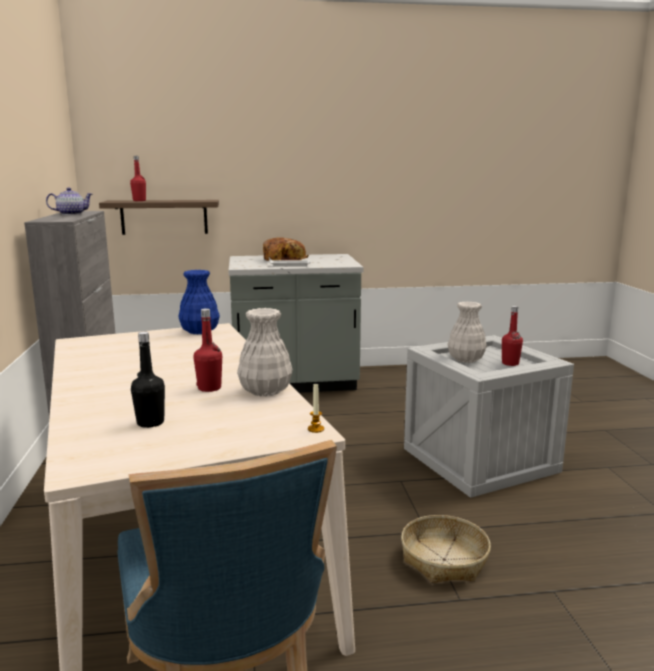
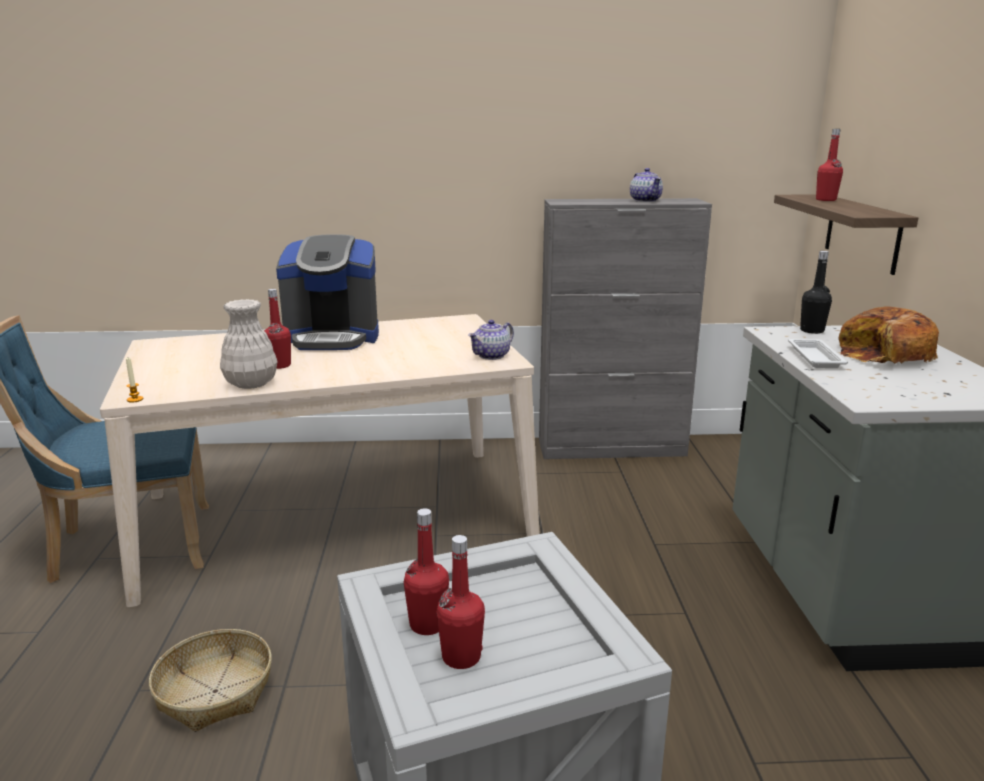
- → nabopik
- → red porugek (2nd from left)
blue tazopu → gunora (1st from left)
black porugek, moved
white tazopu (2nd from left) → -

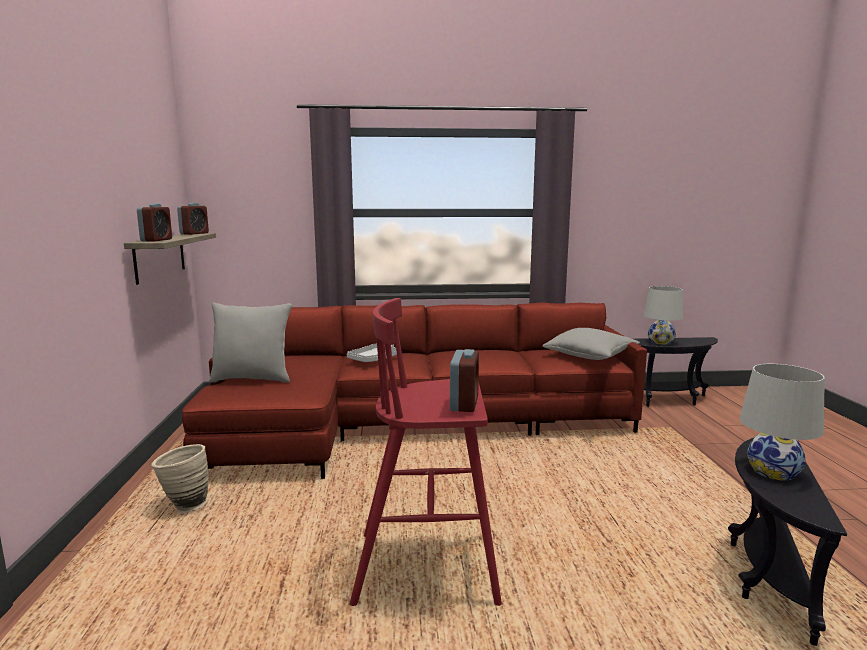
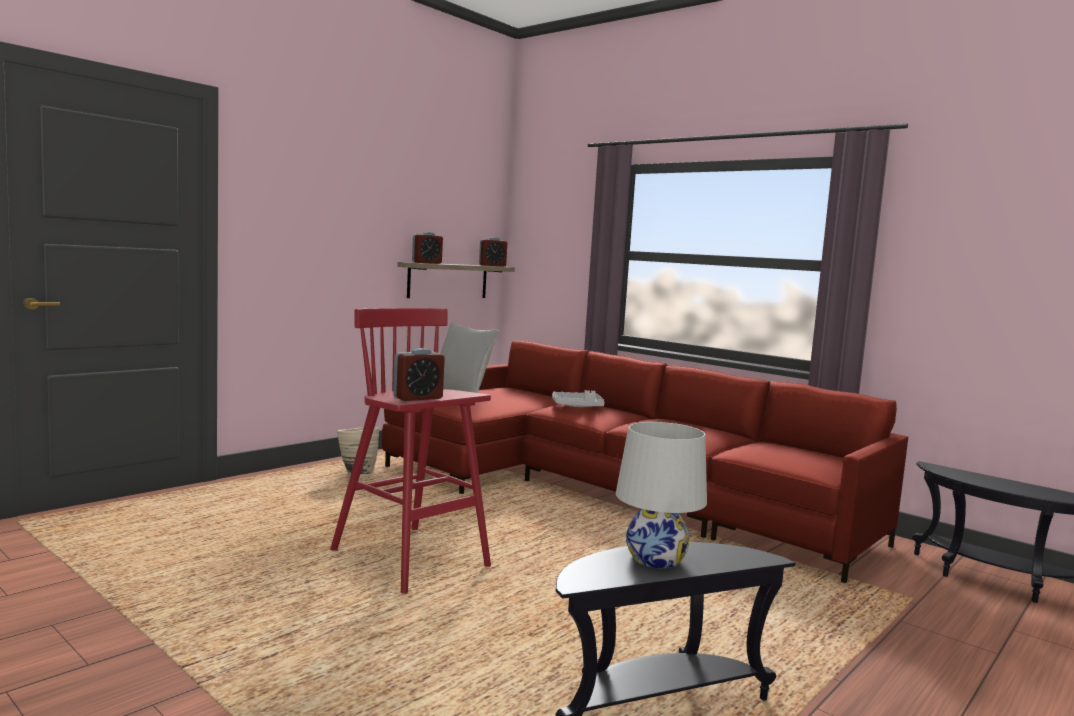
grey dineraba (2nd from left) → -
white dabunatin (1st from left) → -

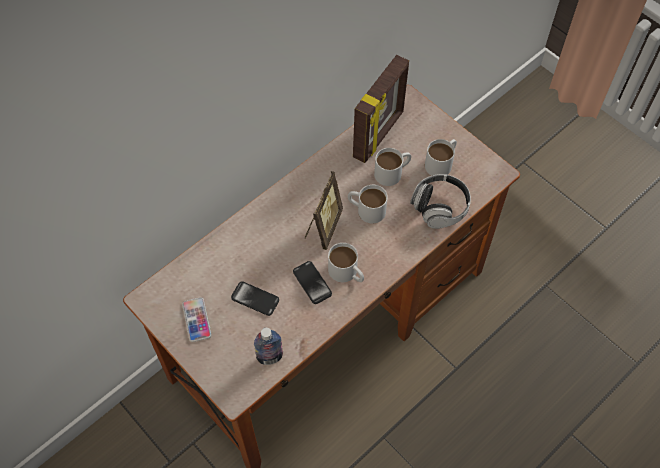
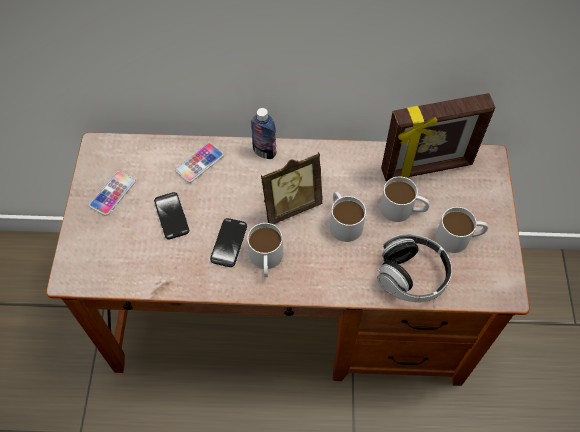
- → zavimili (3rd from left)
porugek, moved

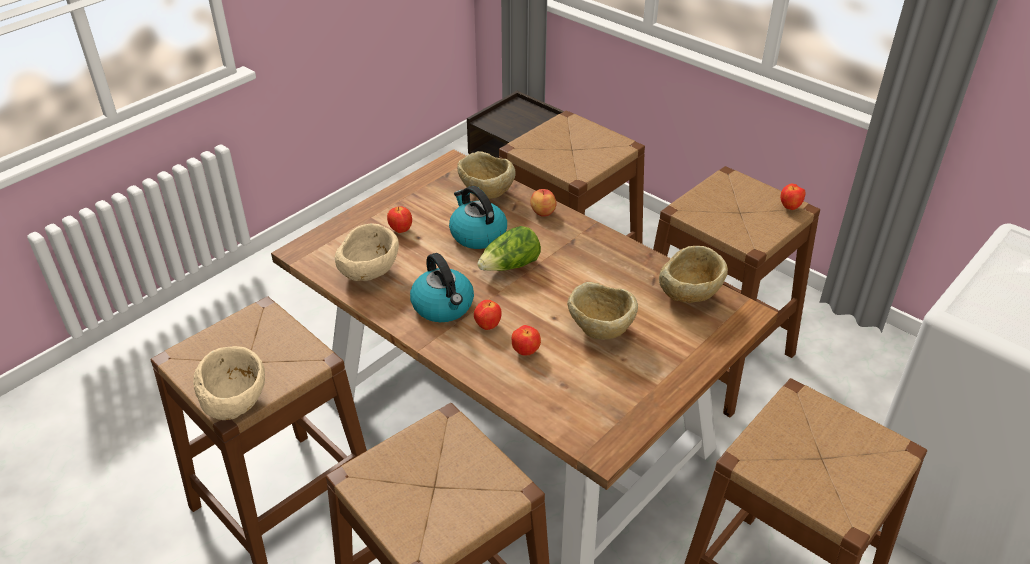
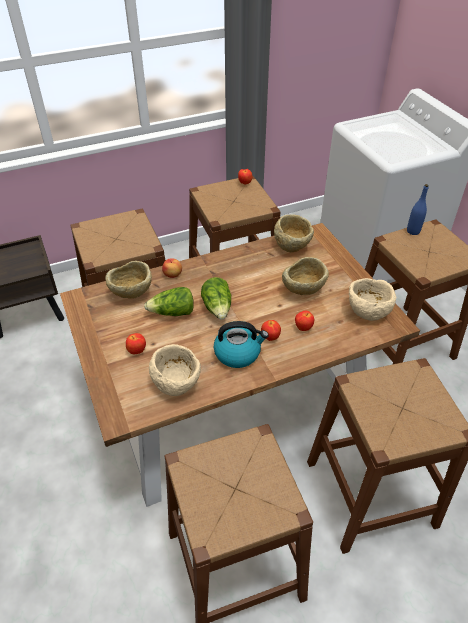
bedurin (2nd from left) → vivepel (1st from left)
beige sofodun (1st from left in the first image) → beige sofodun (5th from left), moved
- → blue porugek

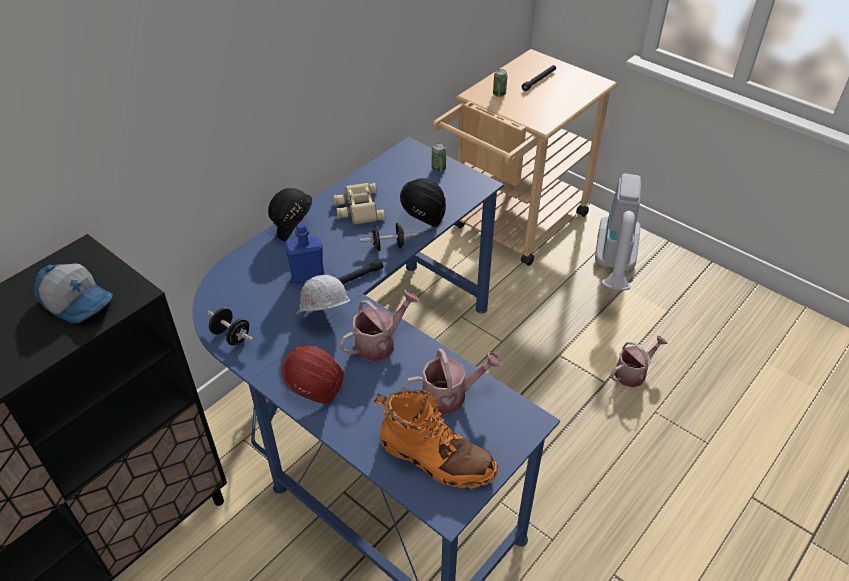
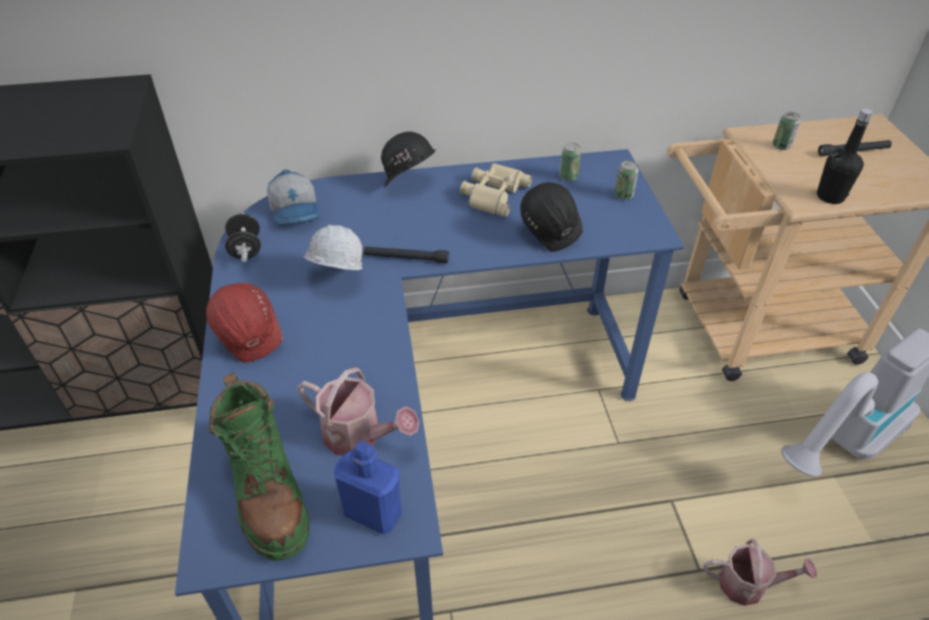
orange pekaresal → green pekaresal
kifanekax, moved
blue porugek, moved
- → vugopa (1st from left)
- → black porugek
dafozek (1st from left) → -
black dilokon (2nd from left) → -

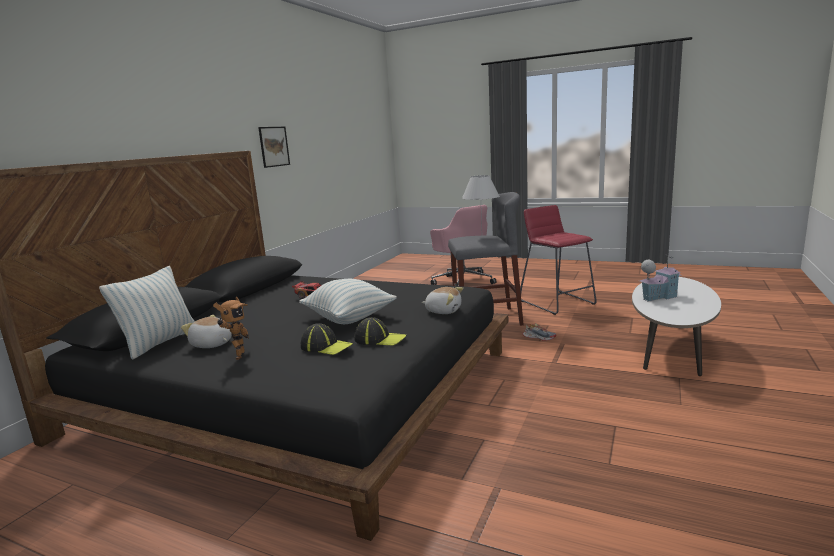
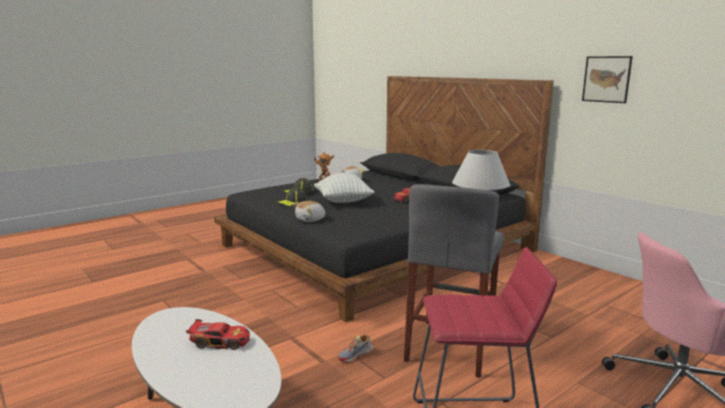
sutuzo → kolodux (1st from left)
dineraba (1st from left) → -

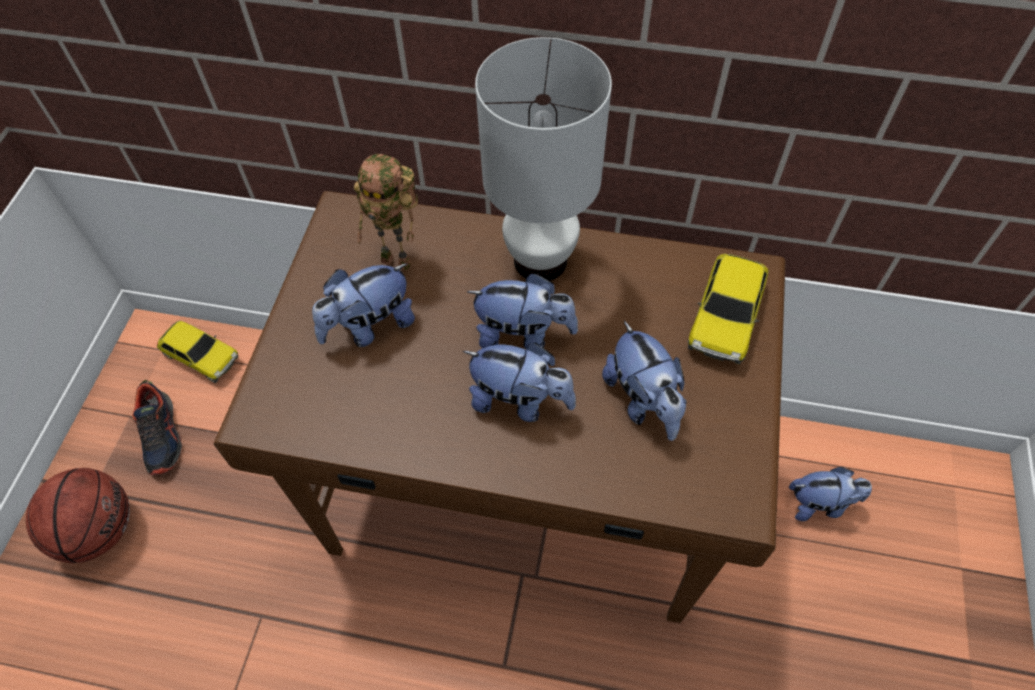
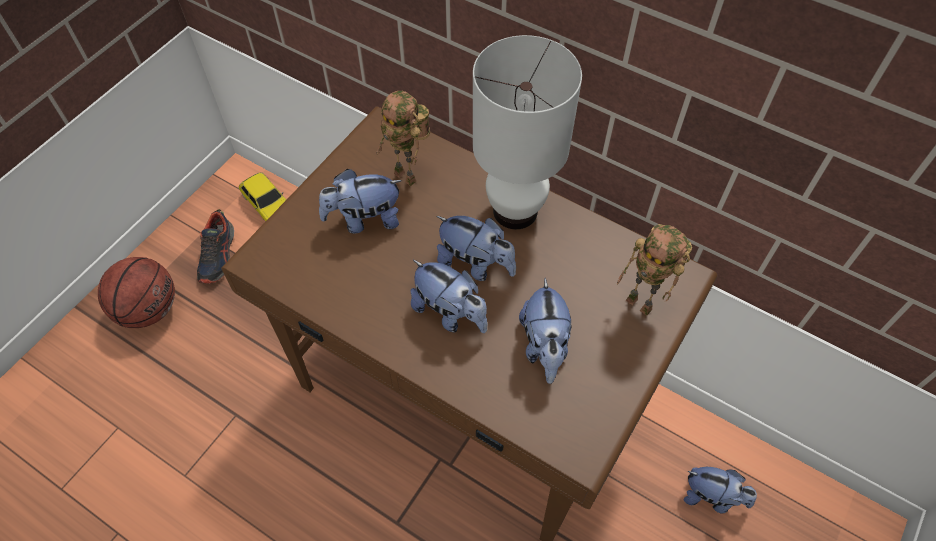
kolodux (2nd from left) → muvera (2nd from left)

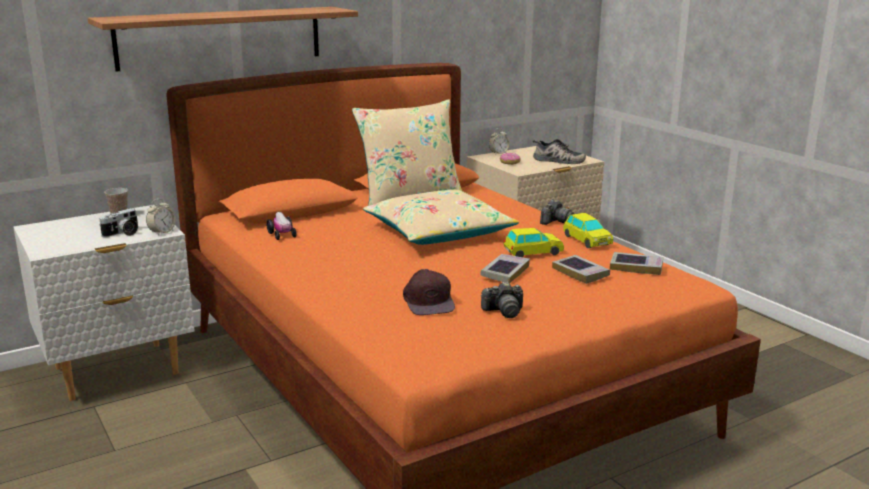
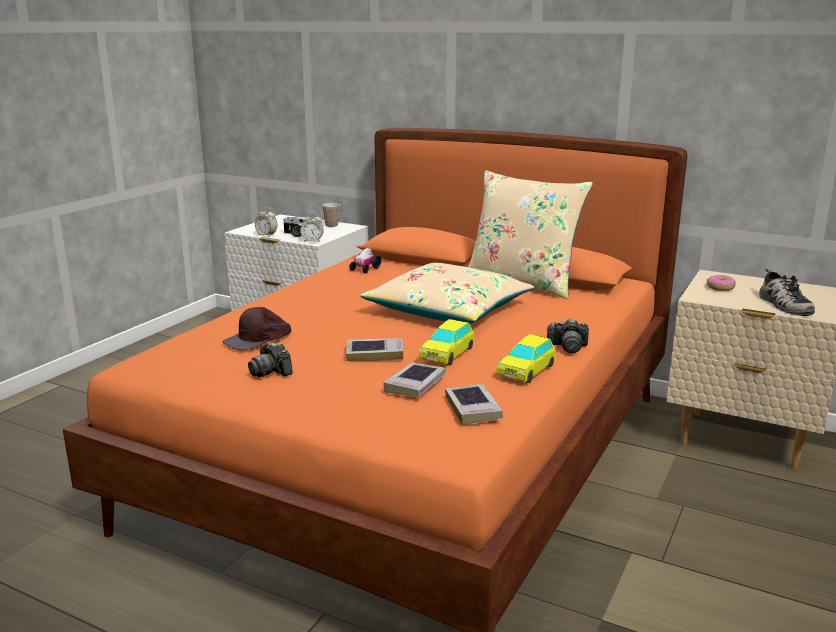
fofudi (2nd from left in the first image) → fofudi (1st from left), moved
kolodux (2nd from left), 75 degrees clockwise
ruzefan → -

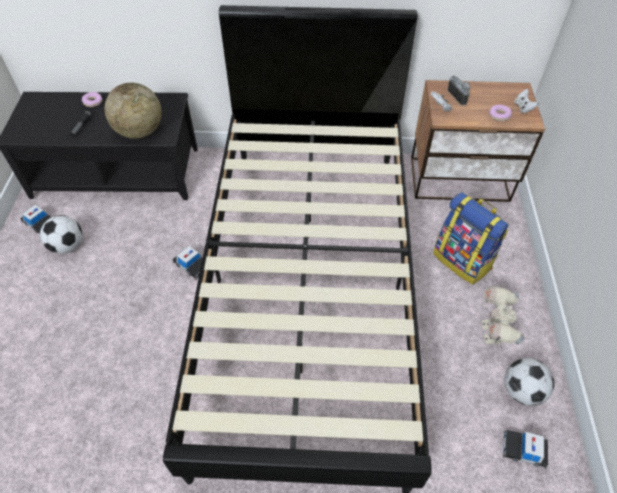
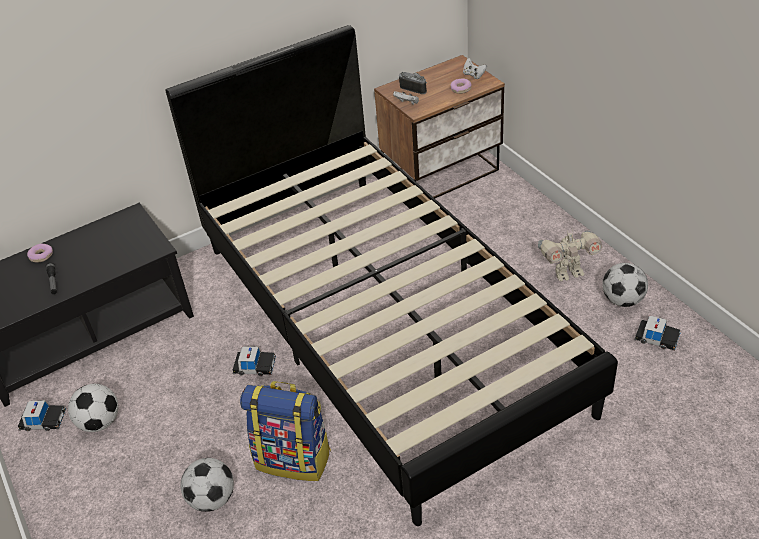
- → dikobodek (2nd from left)
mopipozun, moved
muvera, 75 degrees counterclockwise
kolodux (3rd from left), 135 degrees counterclockwise
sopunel → -

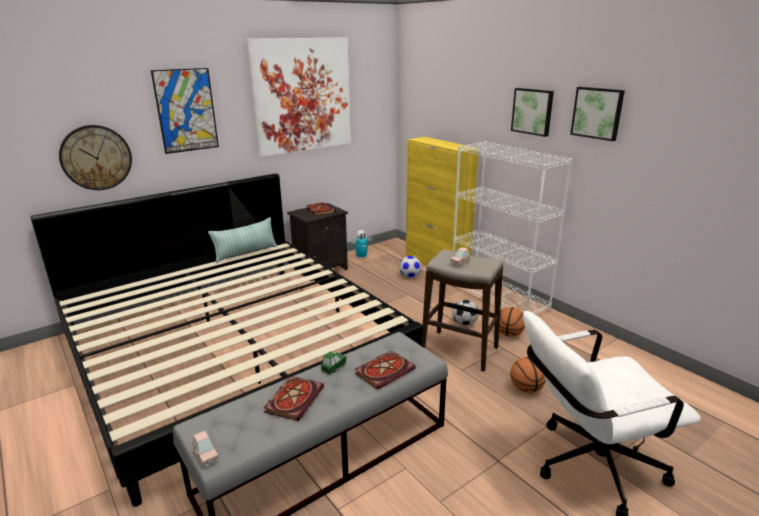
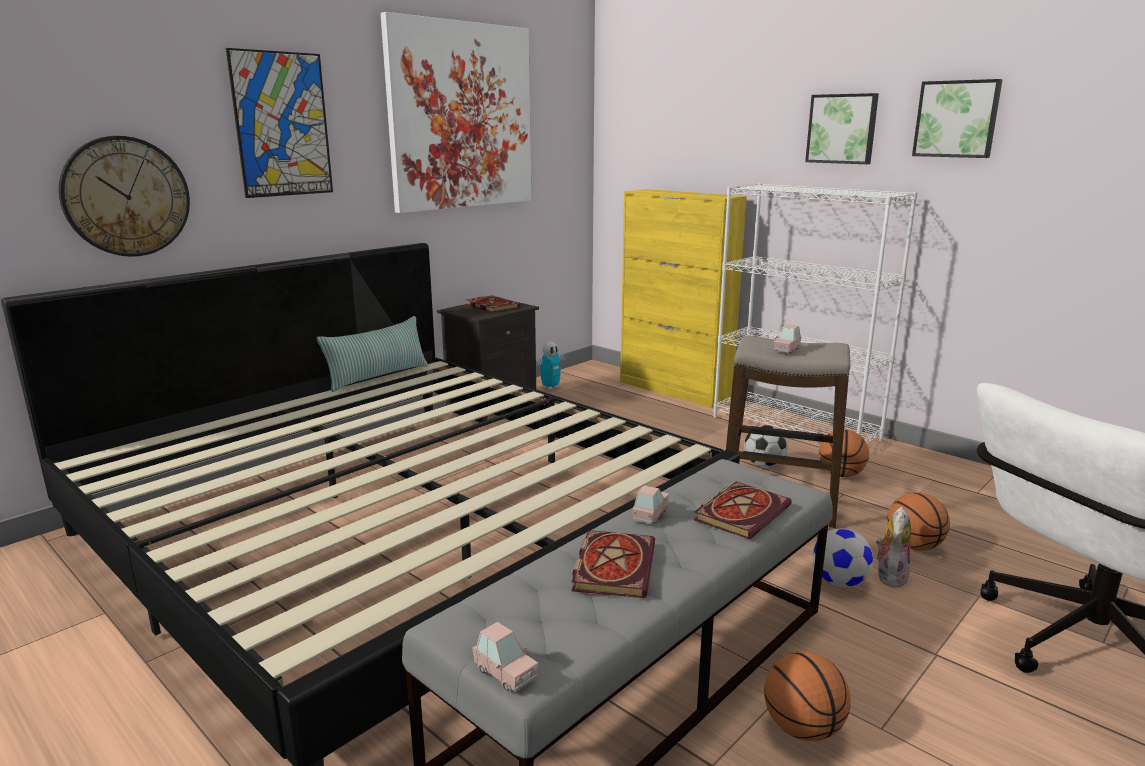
green kolodux → pink kolodux (2nd from left)
- → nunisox (1st from left)
dikobodek (1st from left in the first image) → dikobodek (2nd from left), moved
- → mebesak

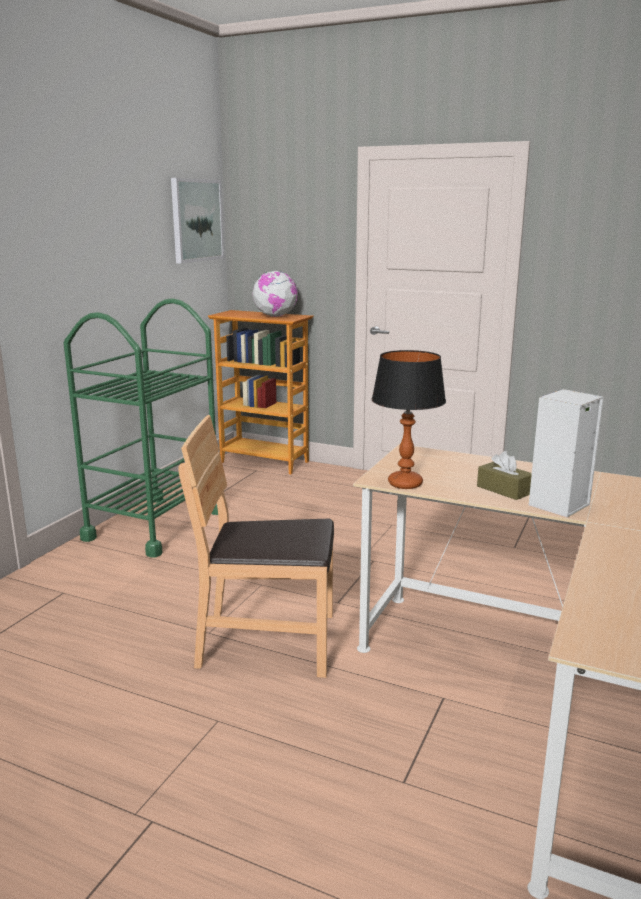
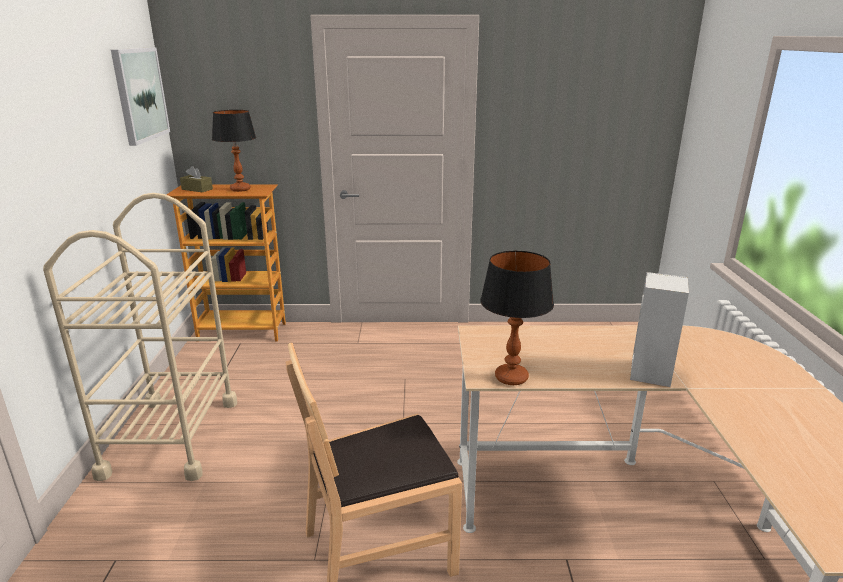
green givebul → beige givebul
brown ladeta, moved
sopunel → dabunatin (1st from left)

